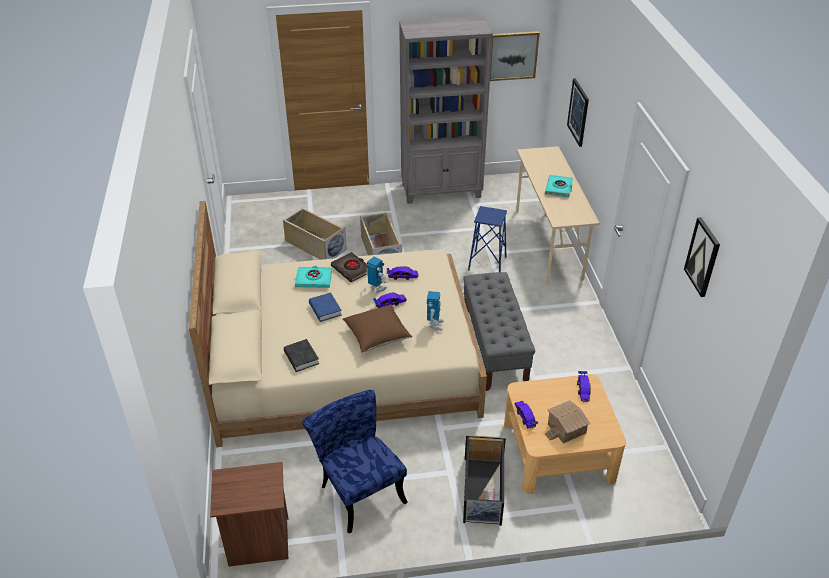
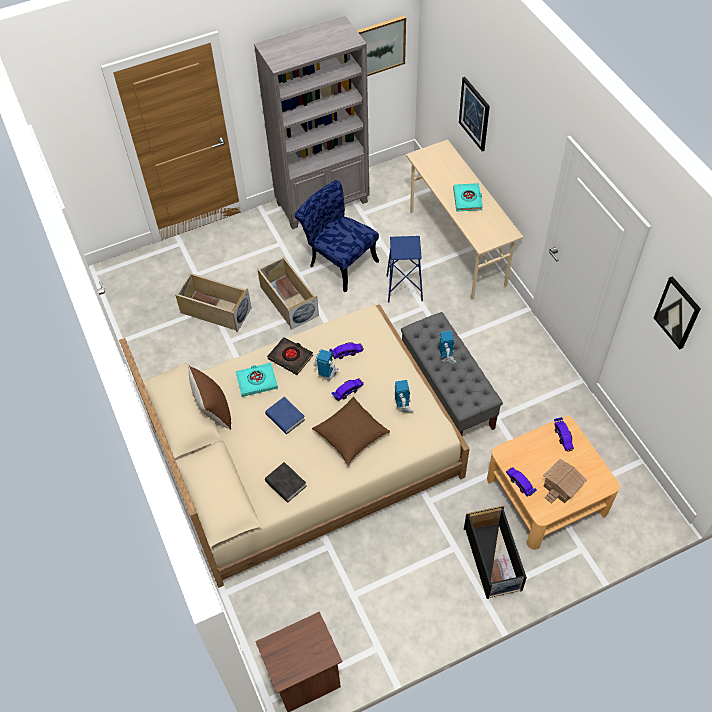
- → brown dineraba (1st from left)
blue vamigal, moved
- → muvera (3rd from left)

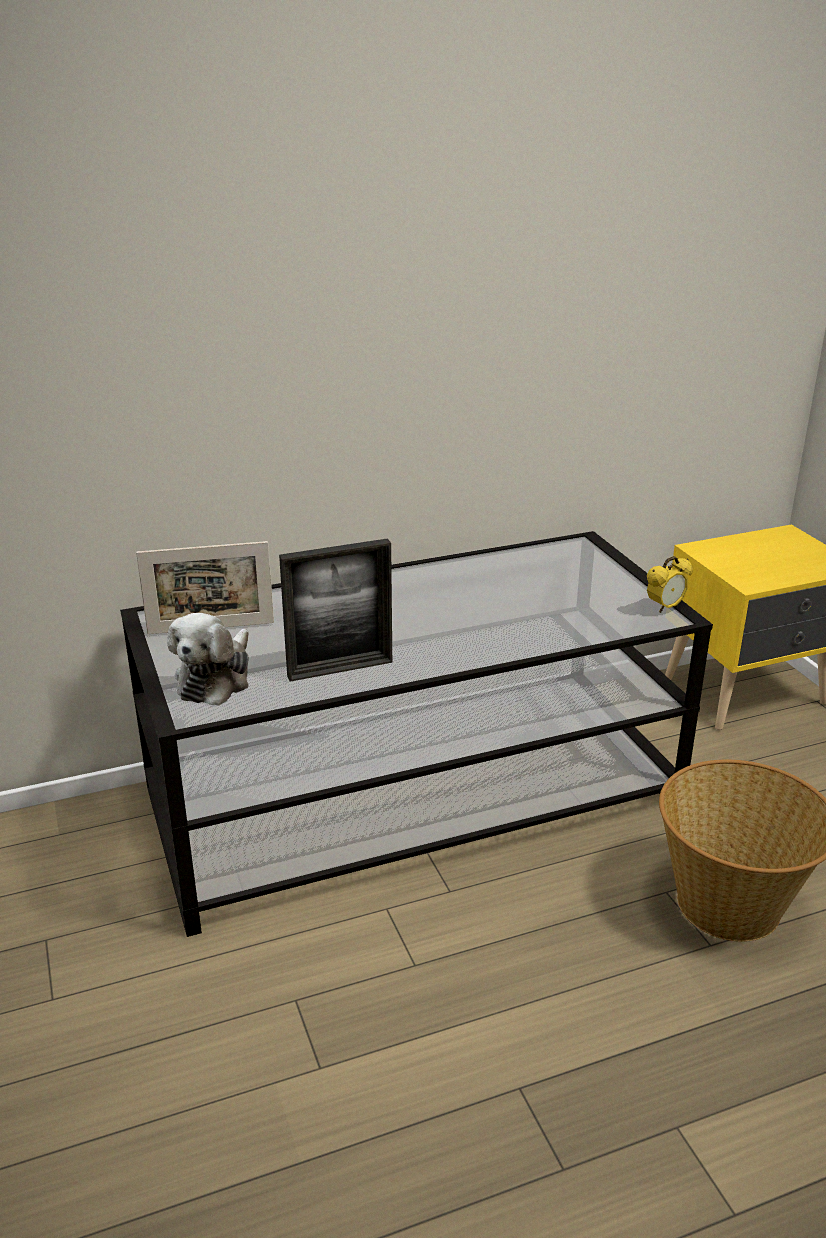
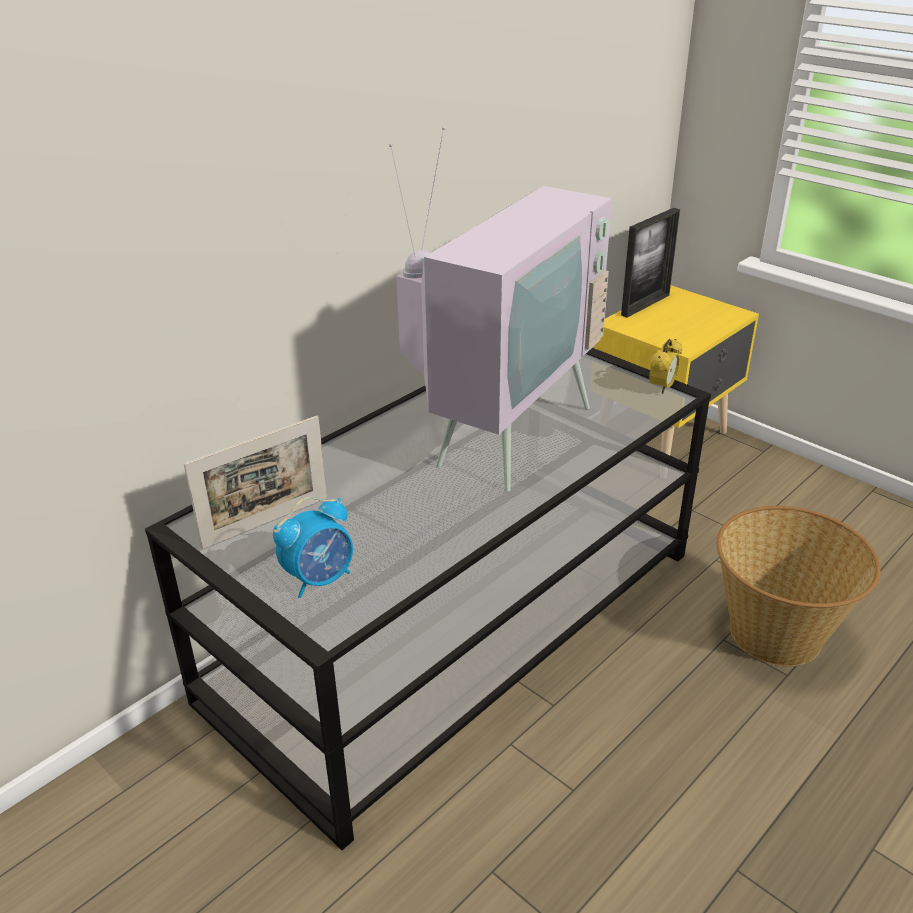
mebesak → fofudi (1st from left)
- → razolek
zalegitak (2nd from left), moved

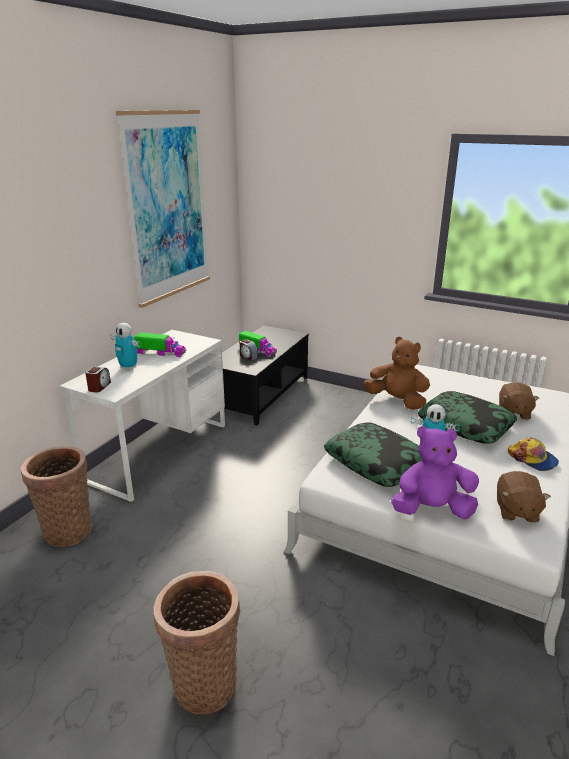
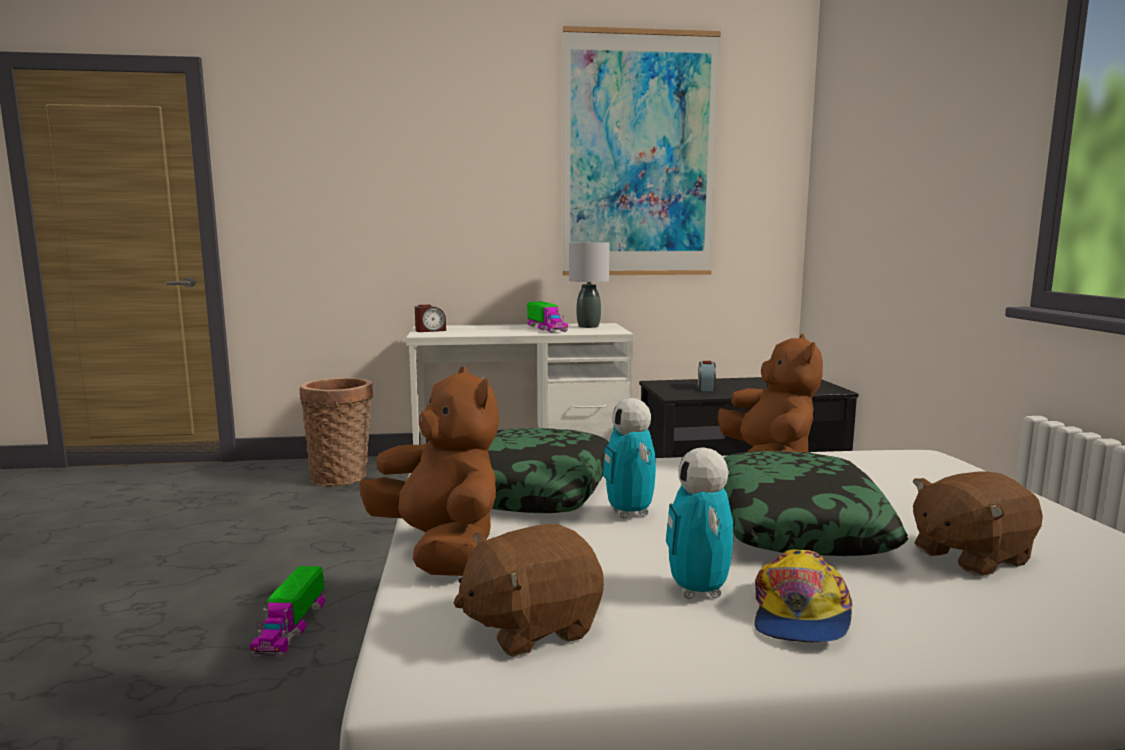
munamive (2nd from left in the first image) → munamive (1st from left), moved
purple mebesak → brown mebesak (1st from left)
- → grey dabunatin
muvera (1st from left in the first image) → muvera (2nd from left), moved
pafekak (2nd from left) → -

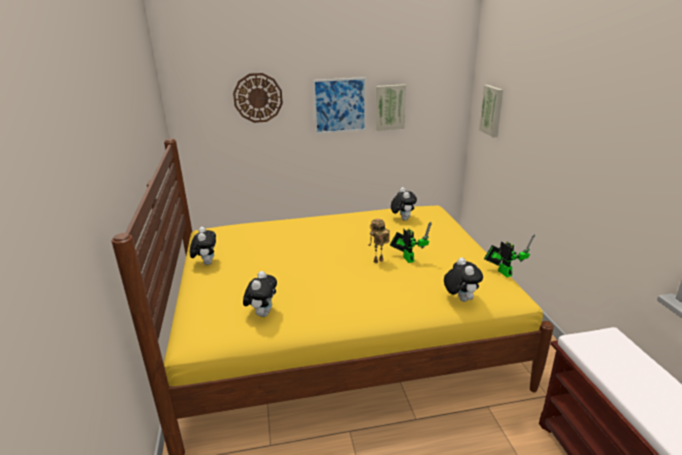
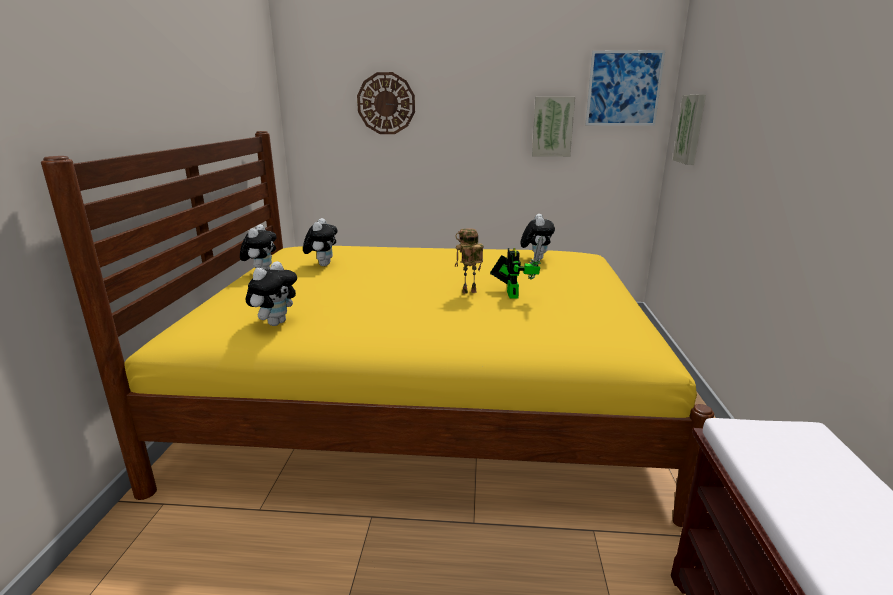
mebesak (4th from left in the first image) → mebesak (3rd from left), moved
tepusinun (1st from left in the first image) → tepusinun (2nd from left), moved
muvera (3rd from left) → -

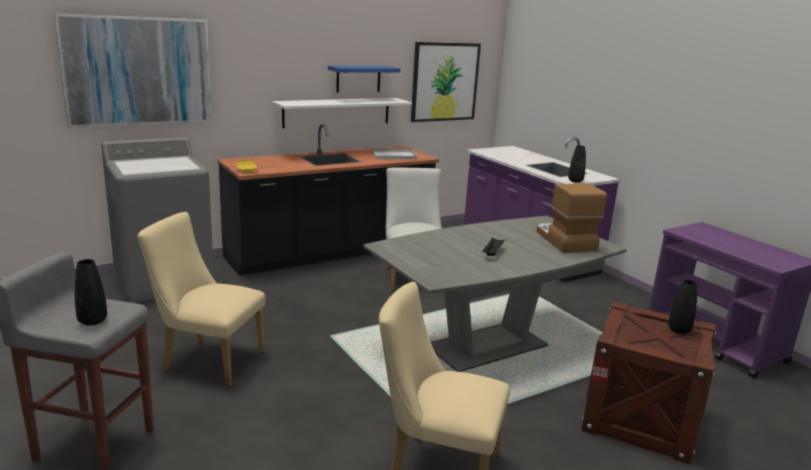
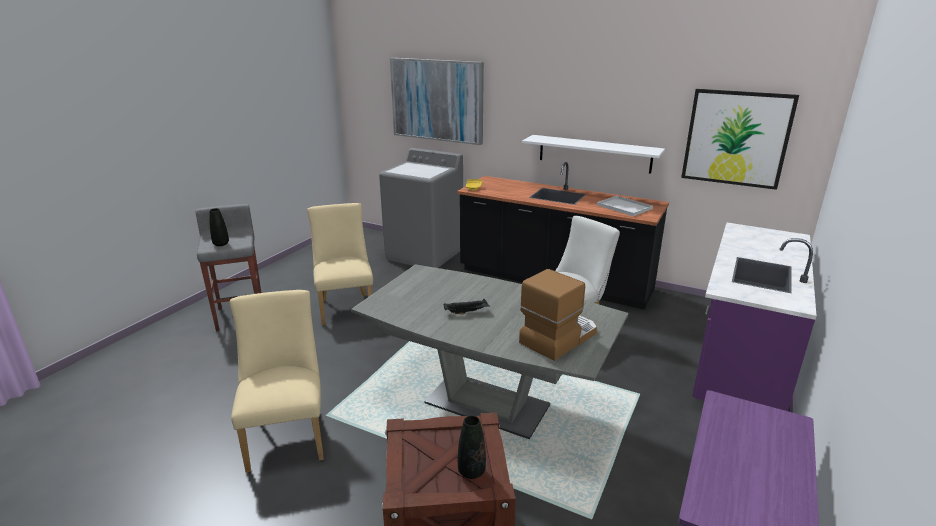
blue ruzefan → -
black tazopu (2nd from left) → -

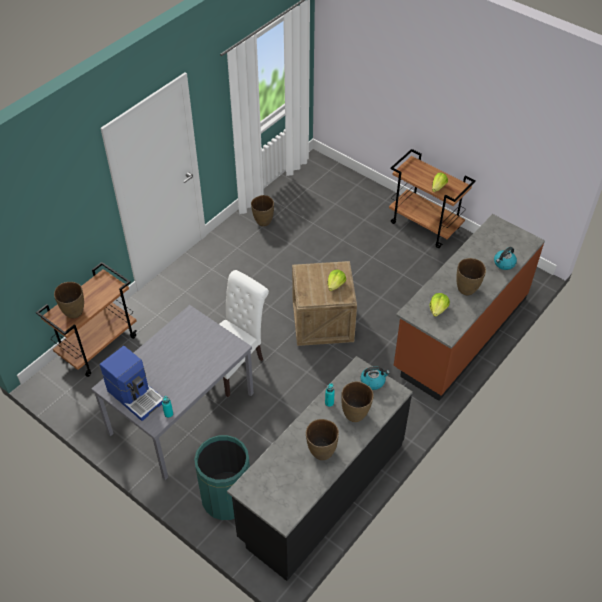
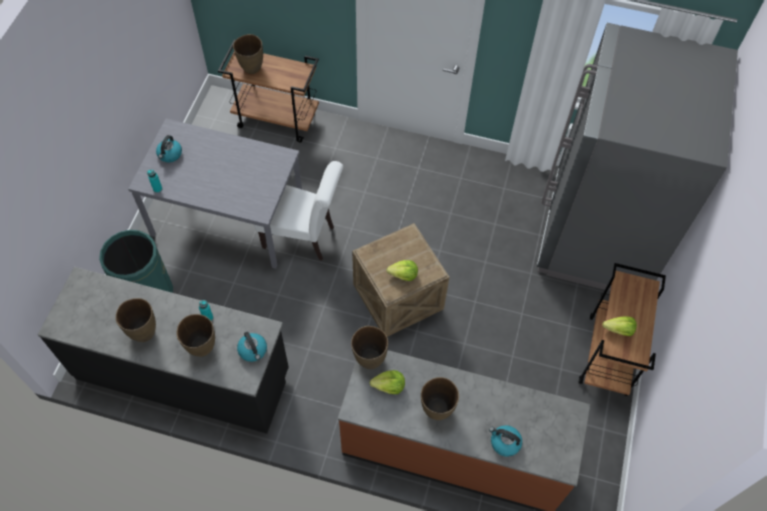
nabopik → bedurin (1st from left)
brown tazopu (2nd from left in the first image) → brown tazopu (4th from left), moved
- → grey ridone

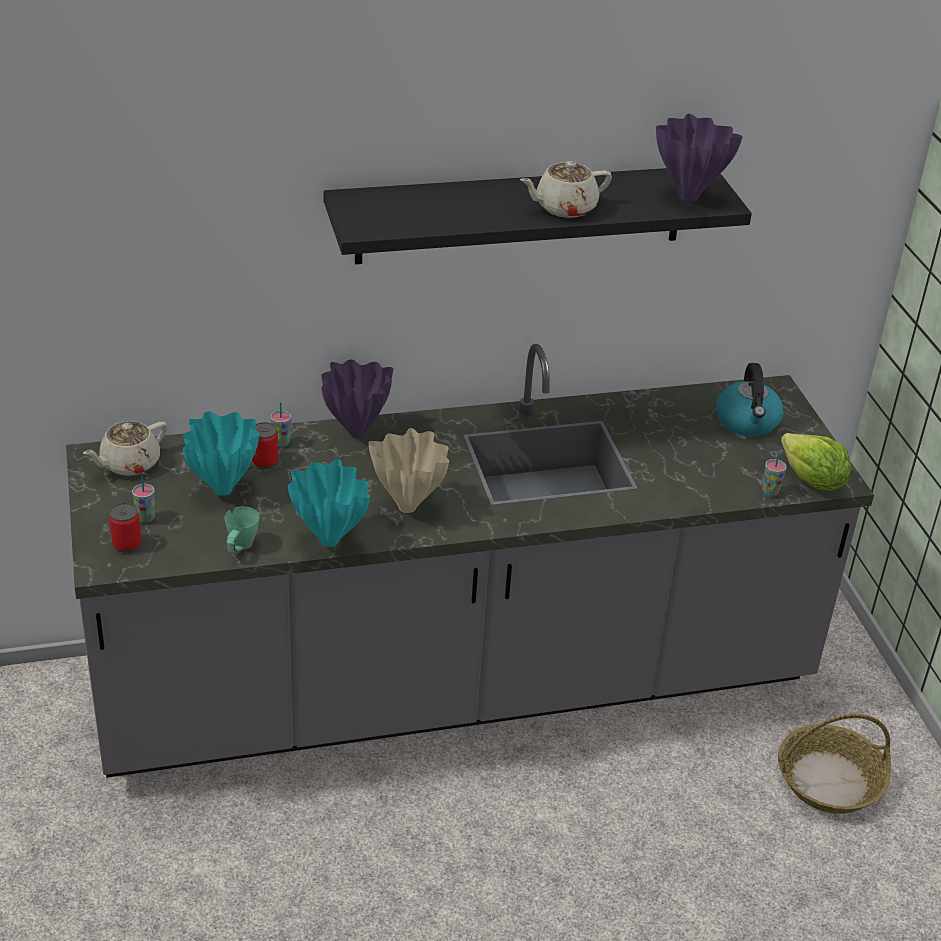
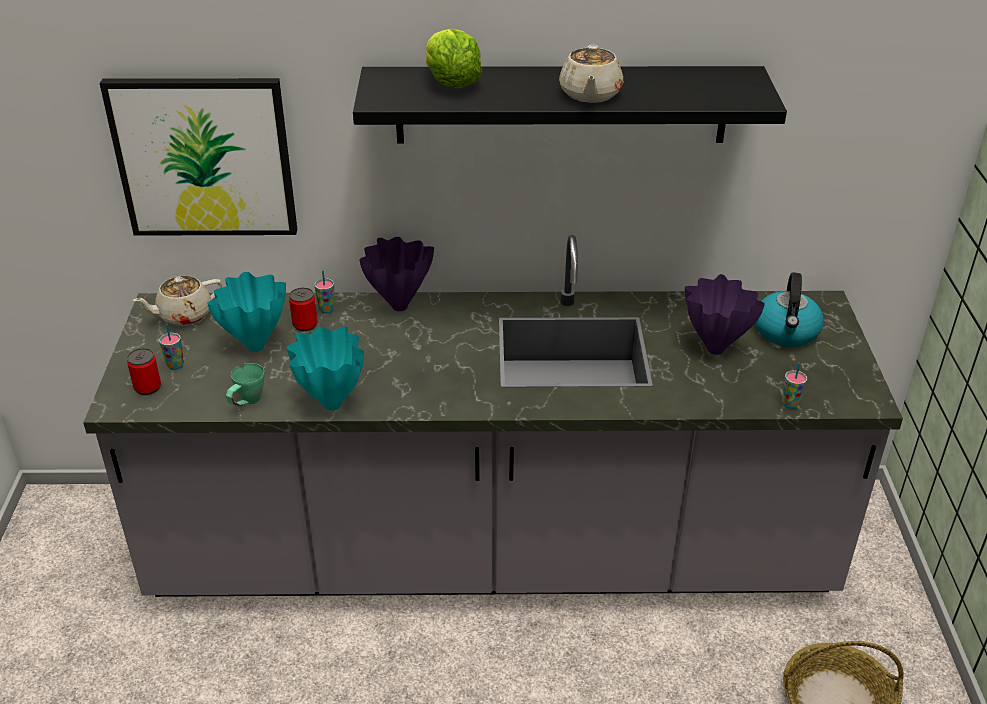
- → tepusinun
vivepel, moved
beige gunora (2nd from left), 75 degrees counterclockwise
purple tazopu (2nd from left), moved
beige tazopu → -

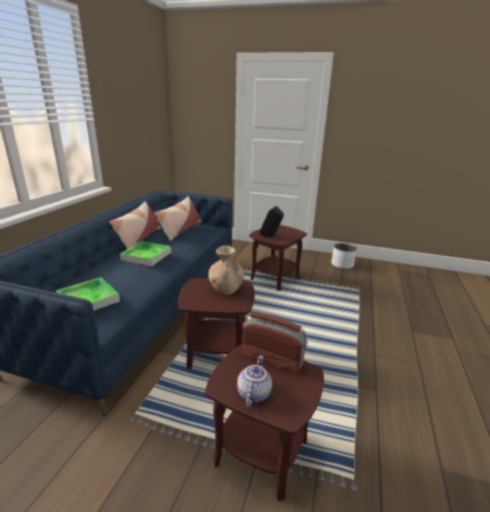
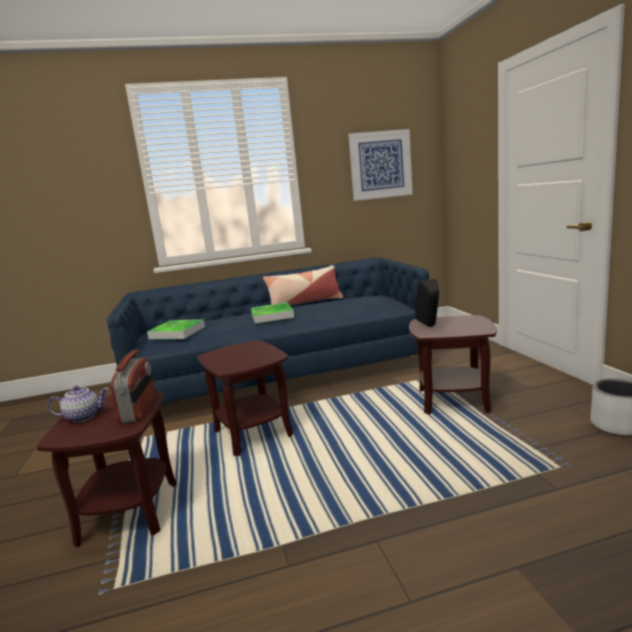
- → tepusinun
dineraba (2nd from left) → -
brown tazopu → -

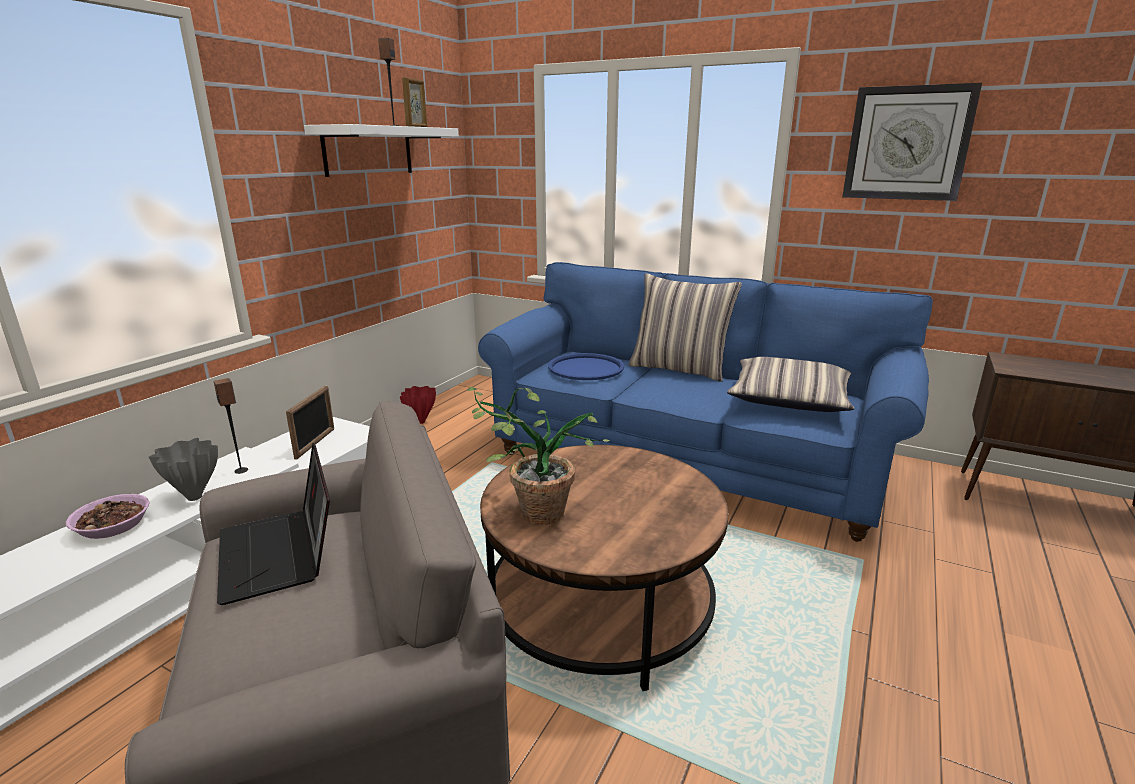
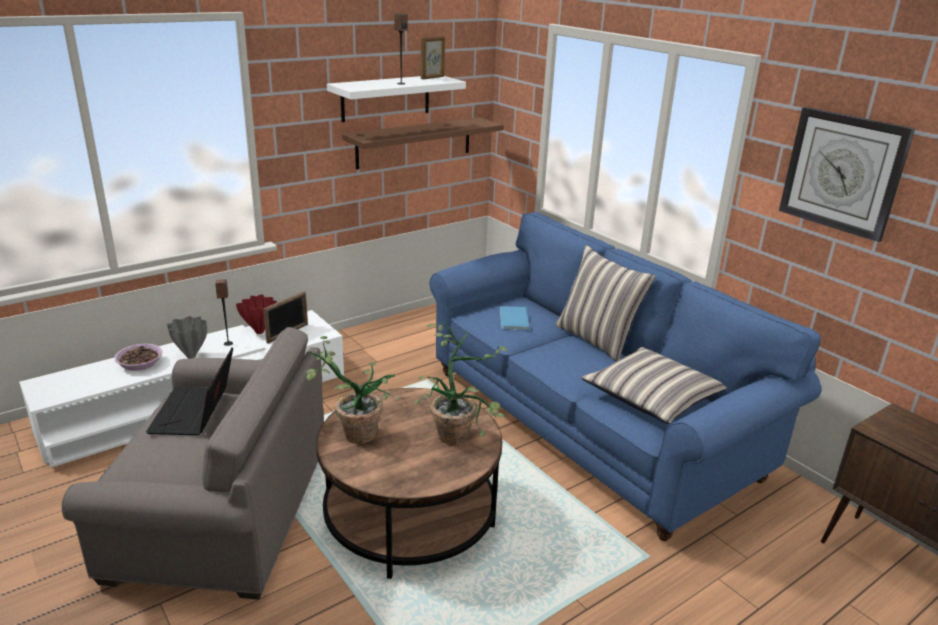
red tazopu, moved
- → brown ruzefan
- → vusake (2nd from left)
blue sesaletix → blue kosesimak

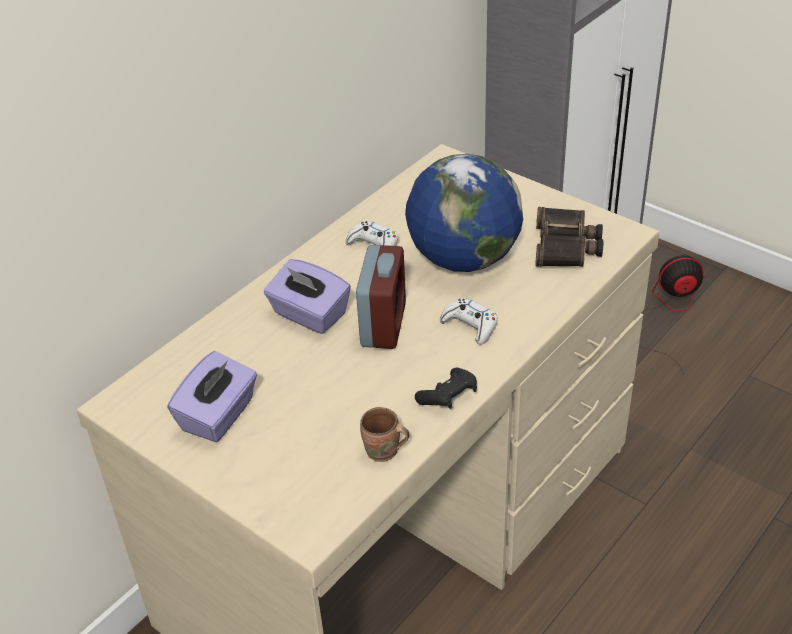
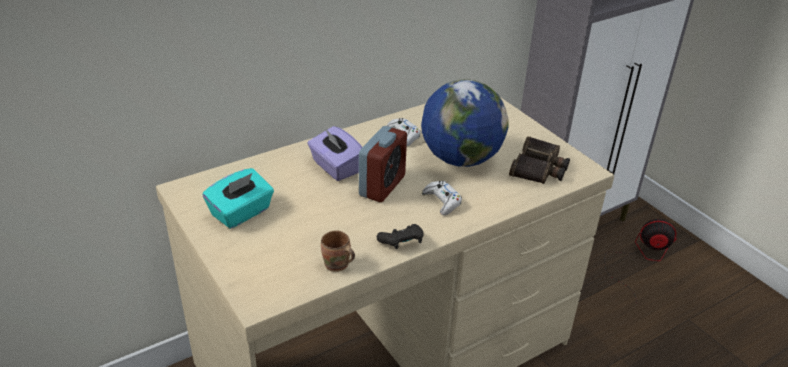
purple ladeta (1st from left) → turquoise ladeta

